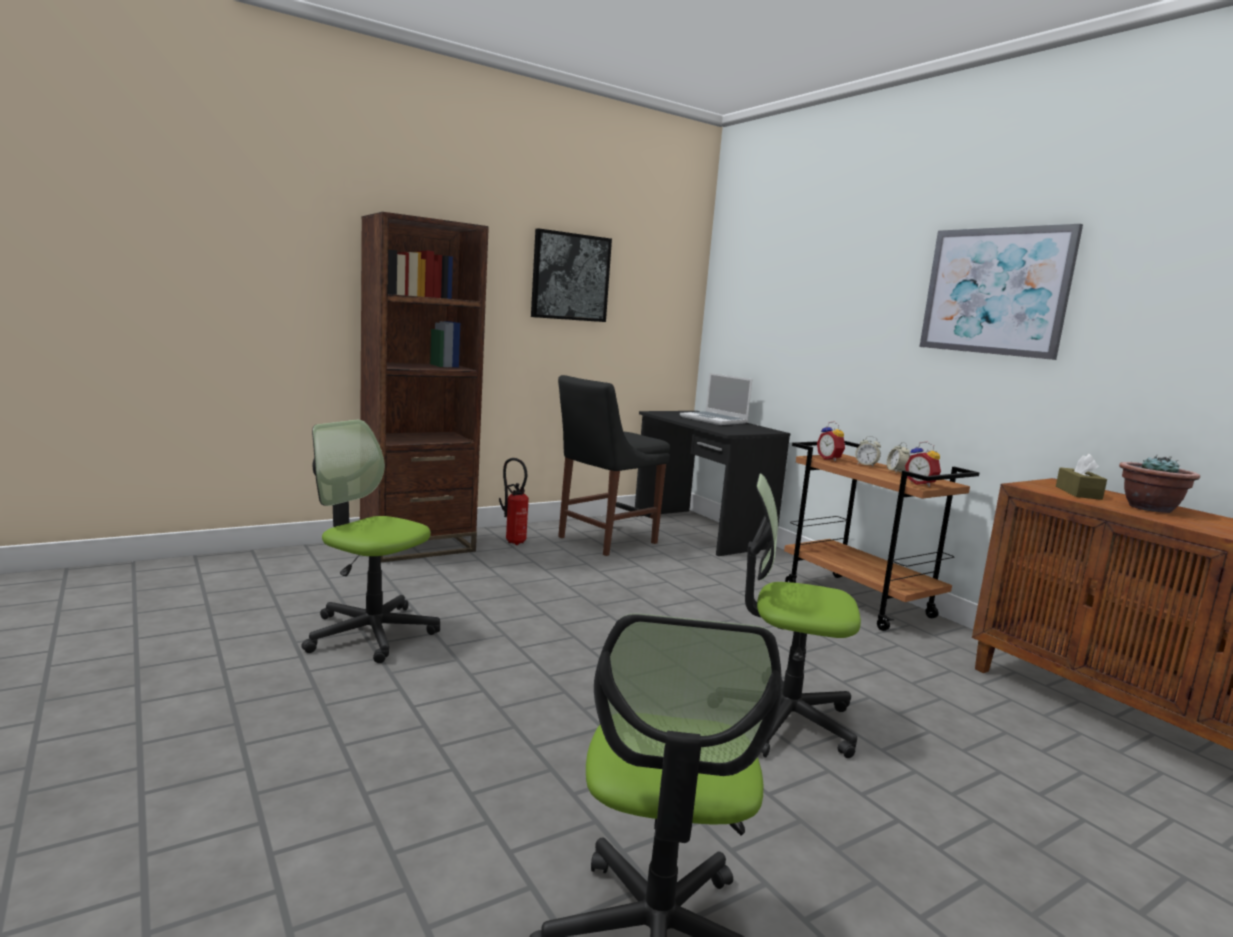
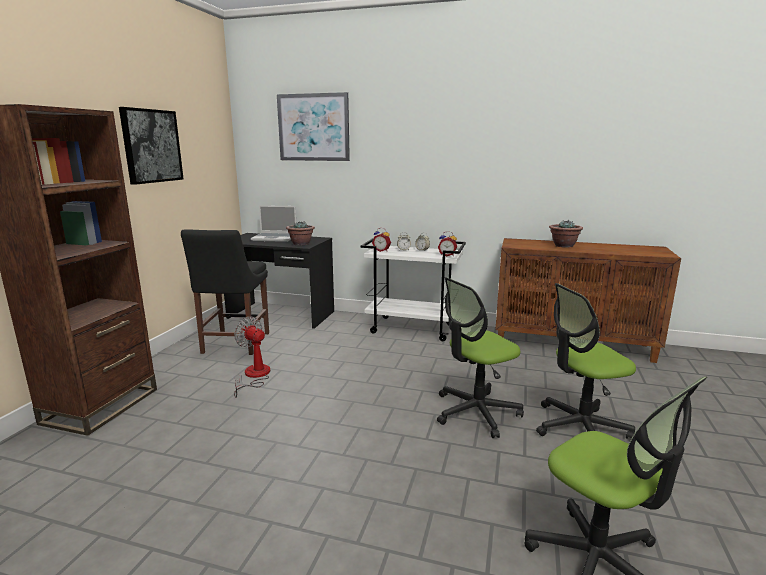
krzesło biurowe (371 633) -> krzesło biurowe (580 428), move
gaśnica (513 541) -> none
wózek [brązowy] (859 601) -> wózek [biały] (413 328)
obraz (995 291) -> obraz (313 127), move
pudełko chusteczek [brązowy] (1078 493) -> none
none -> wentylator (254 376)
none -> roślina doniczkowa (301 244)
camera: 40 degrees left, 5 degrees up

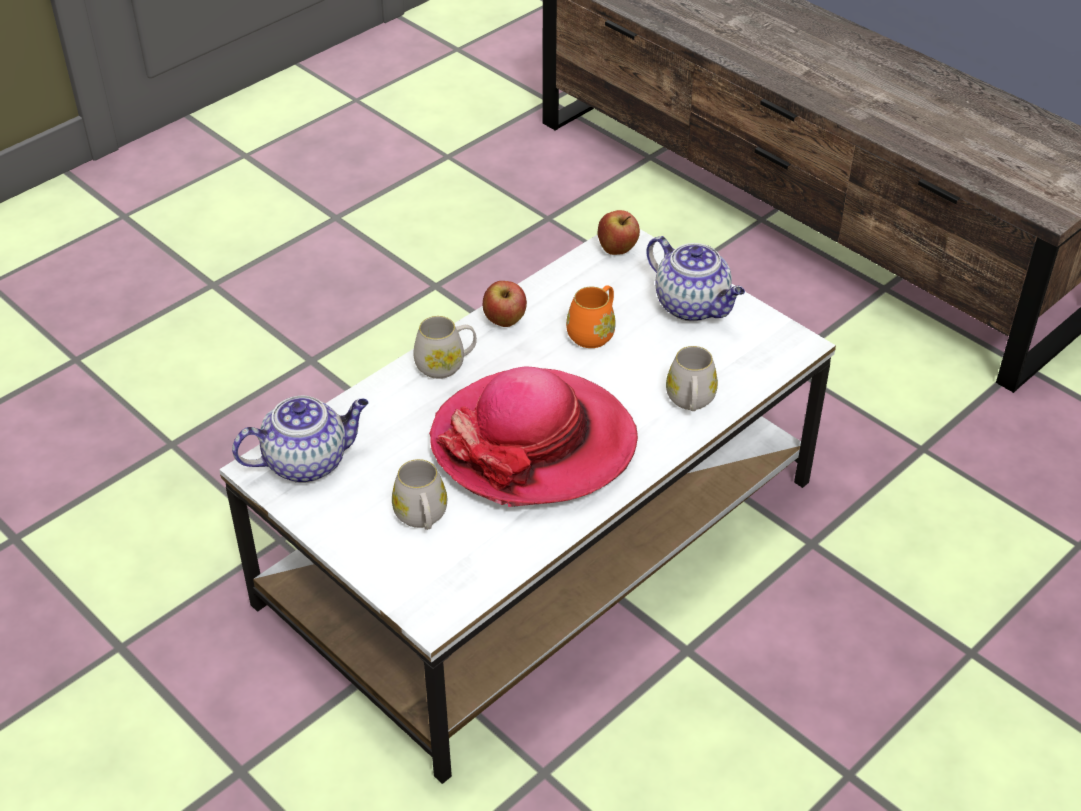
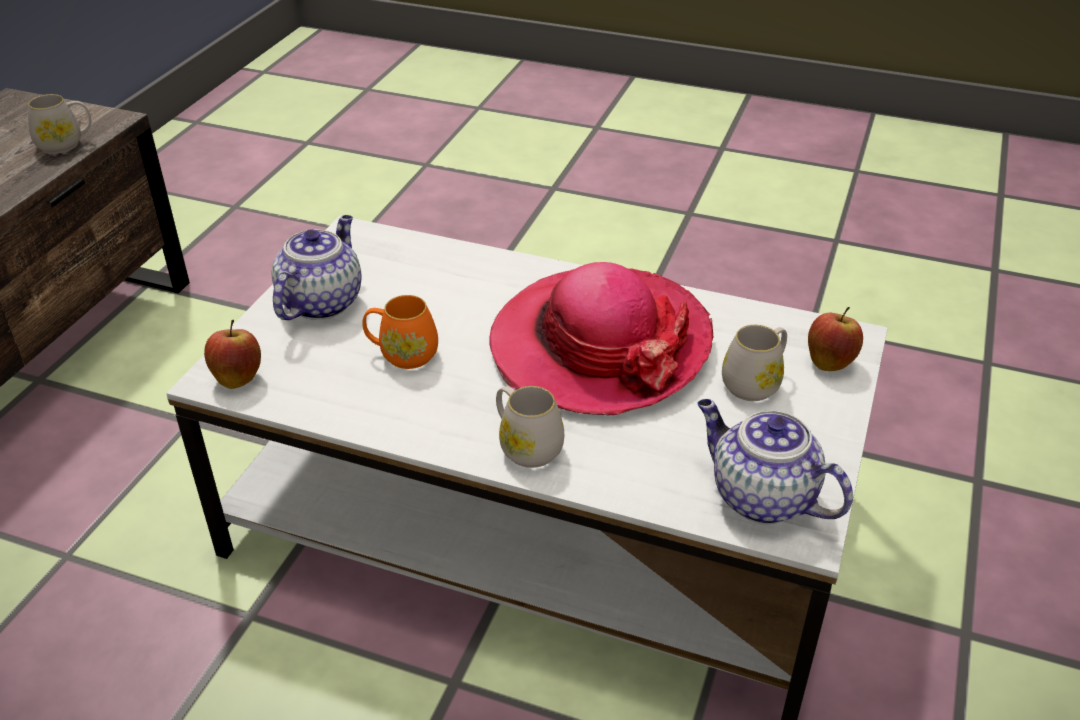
jabłko (505 322) -> jabłko (830 362), move
kubek [biały] (690 401) -> kubek [biały] (66 144), move
camera: 115 degrees left, 5 degrees down

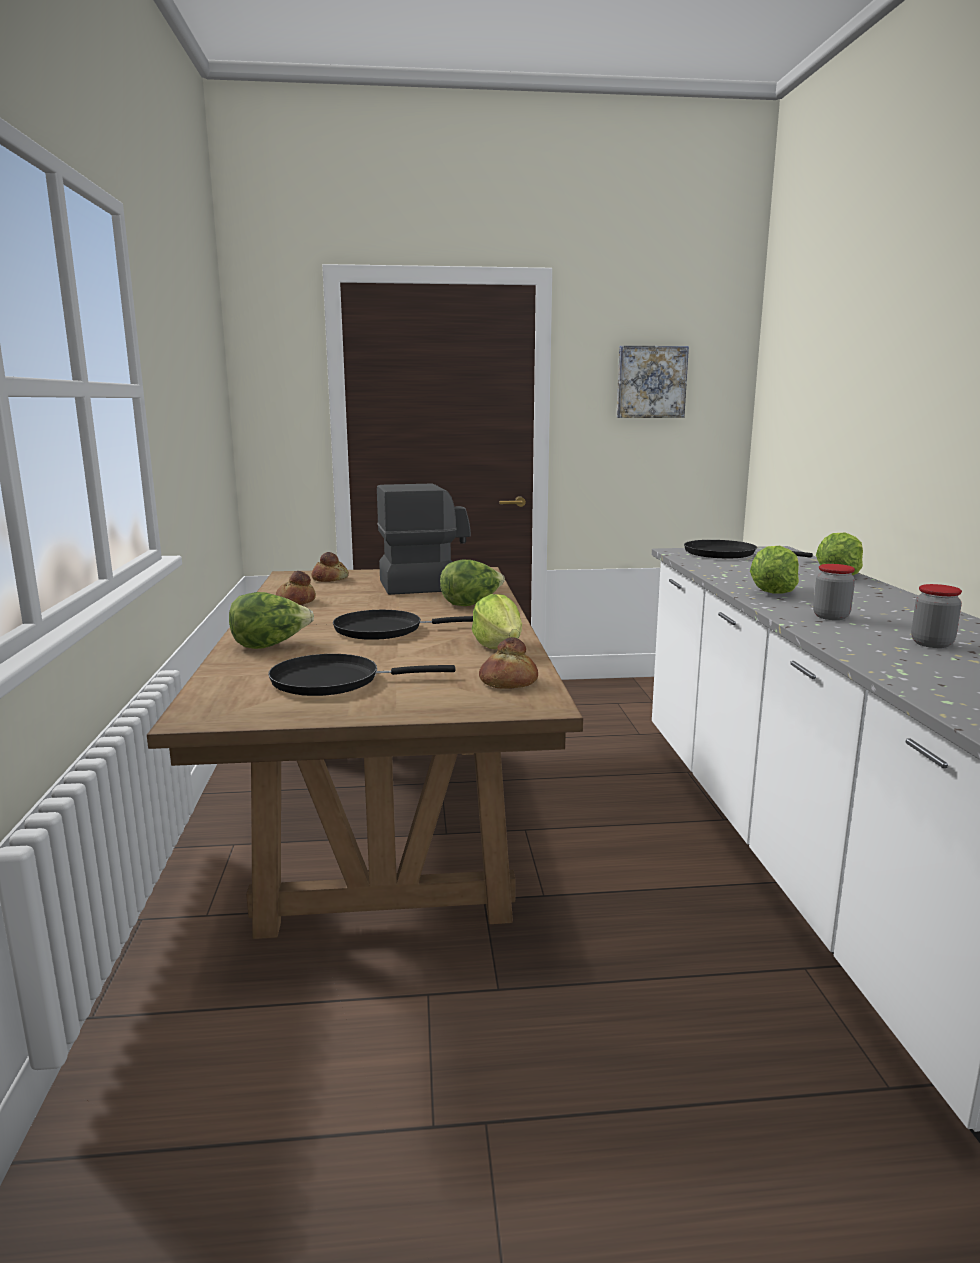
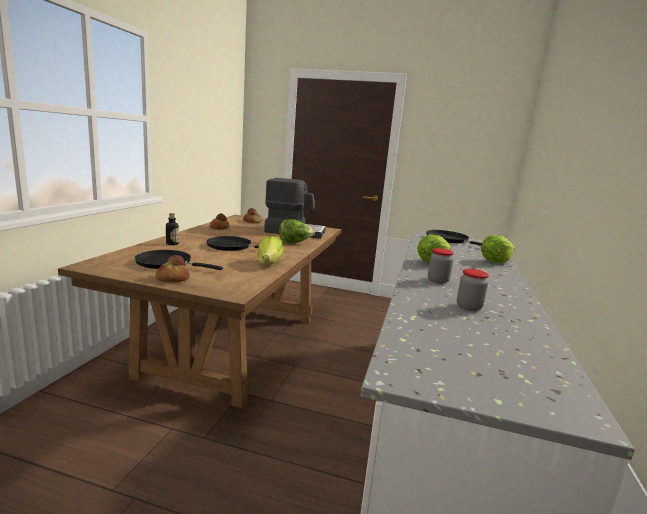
sałata (270 645) -> butelka (172 244)
chleb (508 682) -> chleb (172 279), move
obraz (650 382) -> none
camera: 20 degrees right, 0 degrees up

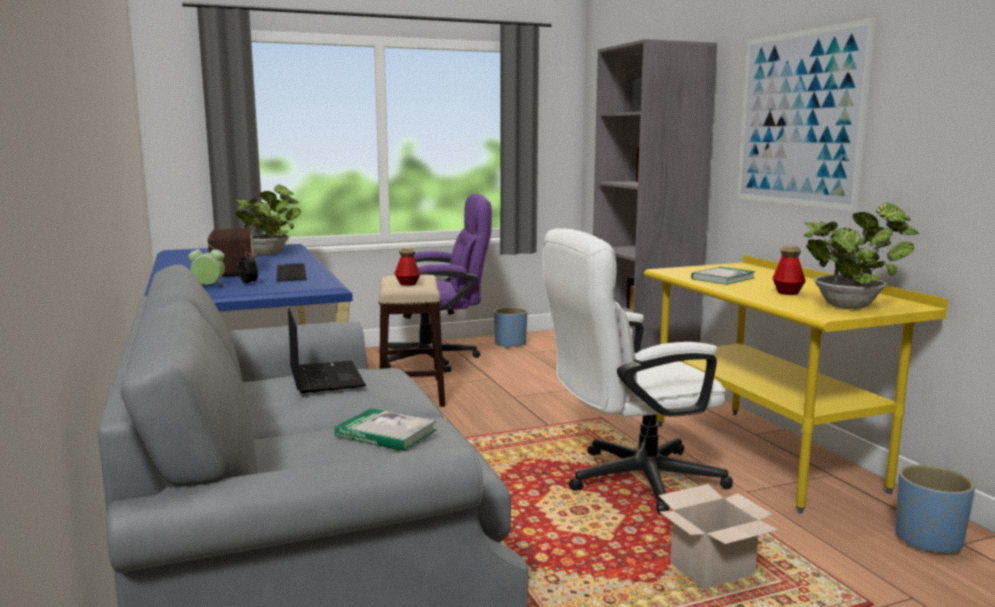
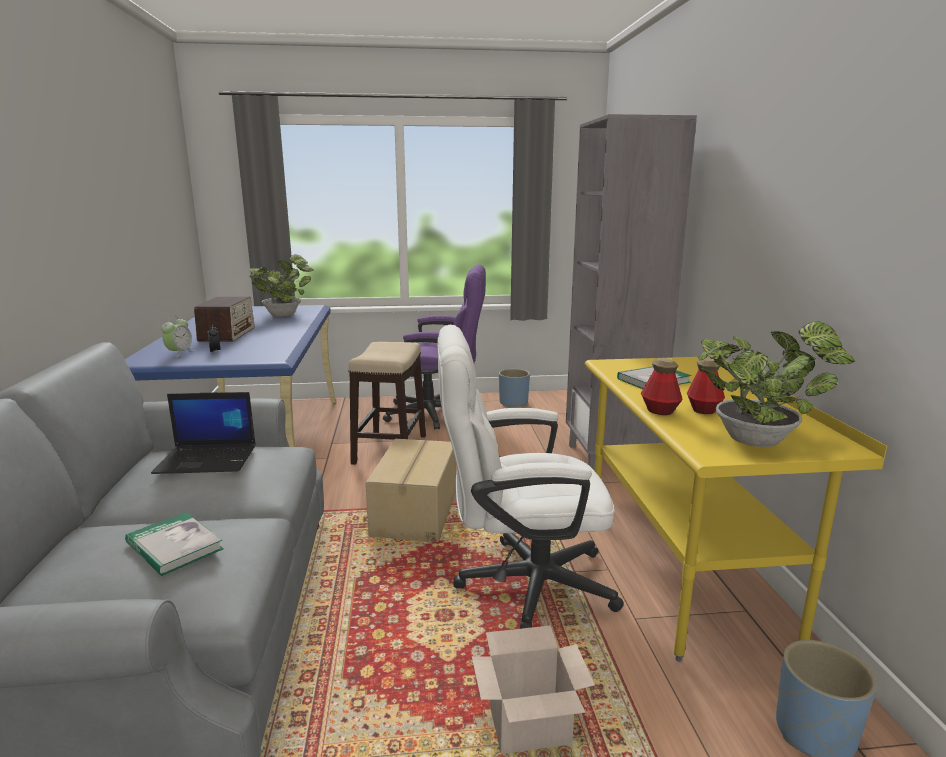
budzik (209 286) -> budzik (179 353), 90 degrees clockwise
klawiatura (289 272) -> none
laptop (324 377) -> laptop (208 459), 90 degrees clockwise
butelka (407 284) -> butelka (659 411), move
obraz (799 119) -> none
none -> karton (417 512)
camera: 15 degrees right, 5 degrees up

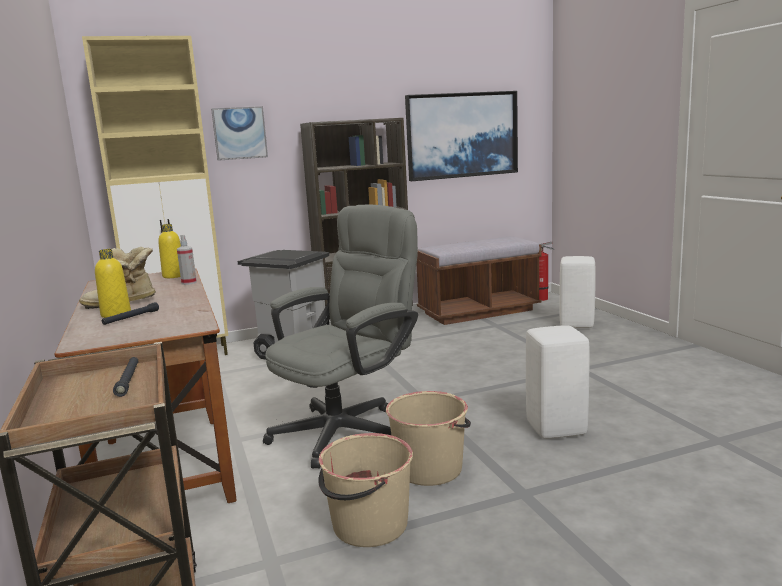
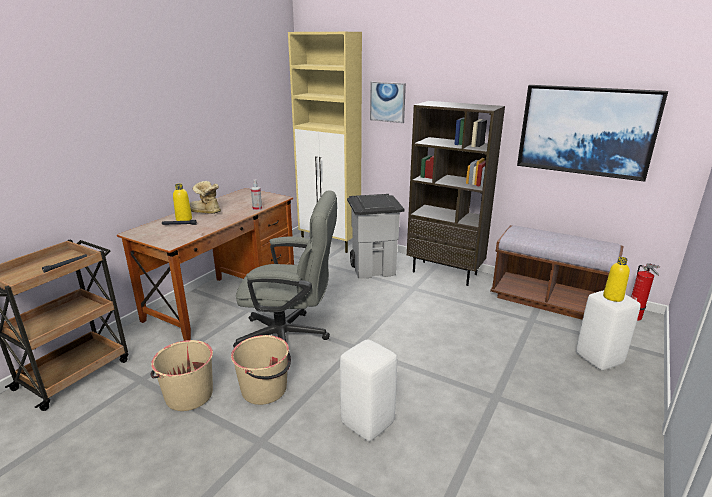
butelka [żółty] (174 276) -> butelka [żółty] (613 297), move
camera: 50 degrees right, 10 degrees up

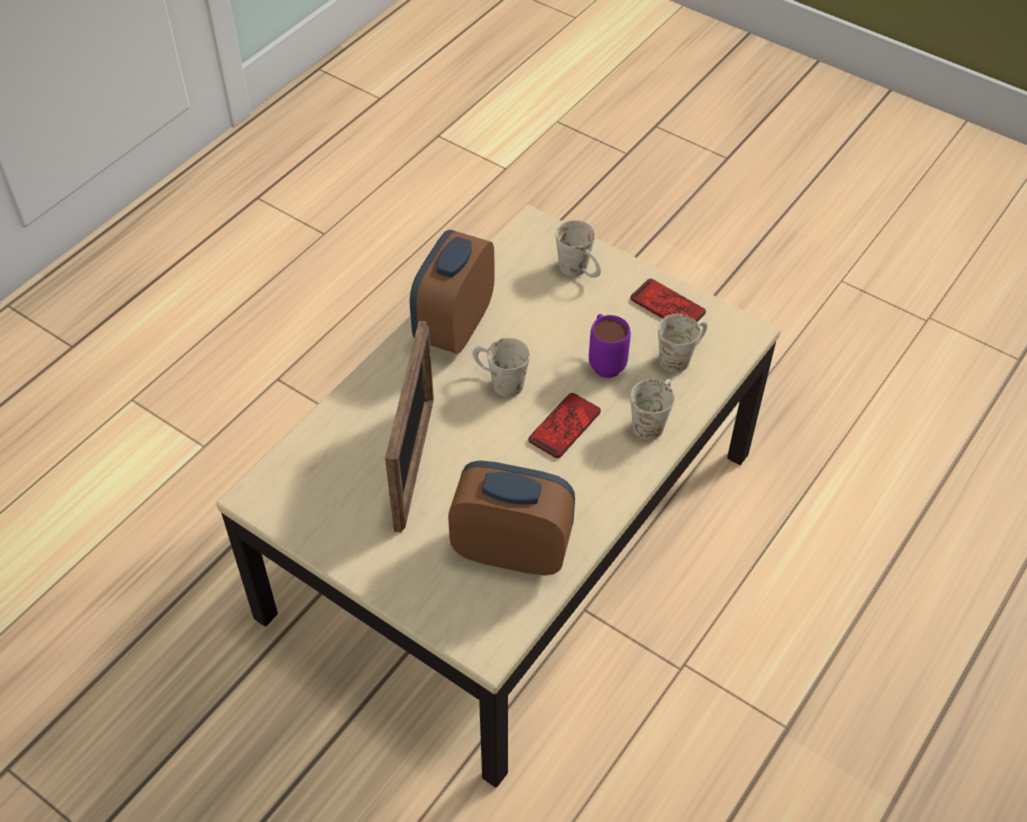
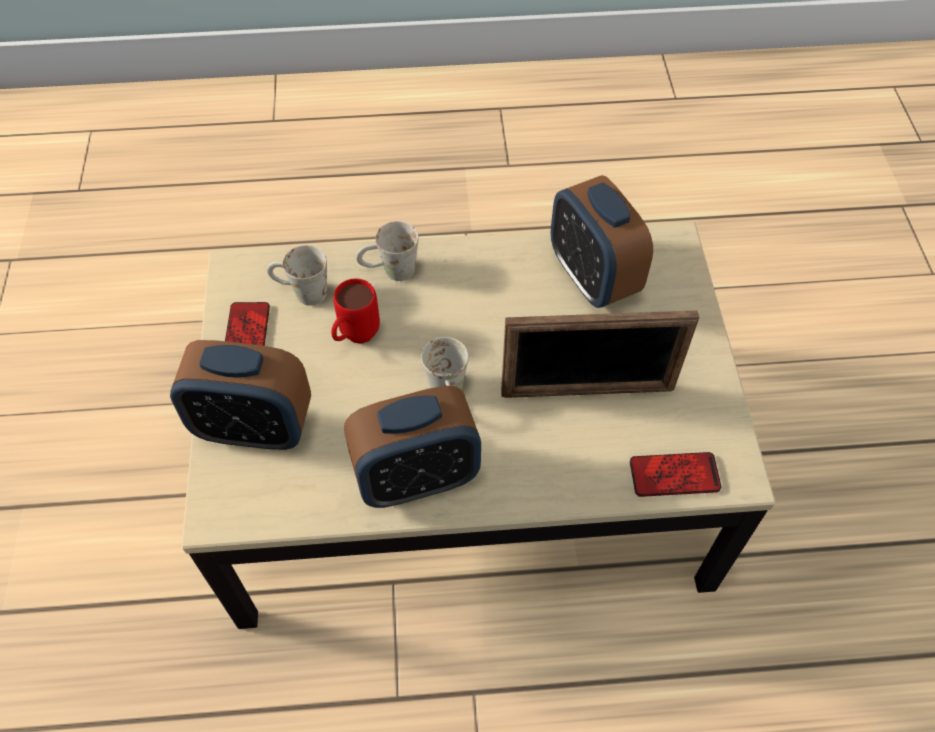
ramka na zdjęcie (414 462) -> ramka na zdjęcie (587 391), 150 degrees counterclockwise
telefon (564 426) -> telefon (674 475), move
kubek [biały] (580 272) -> budzik (254 428)
kubek [fioletowy] (604 362) -> kubek [czerwony] (355 338)
camera: 130 degrees left, 5 degrees up

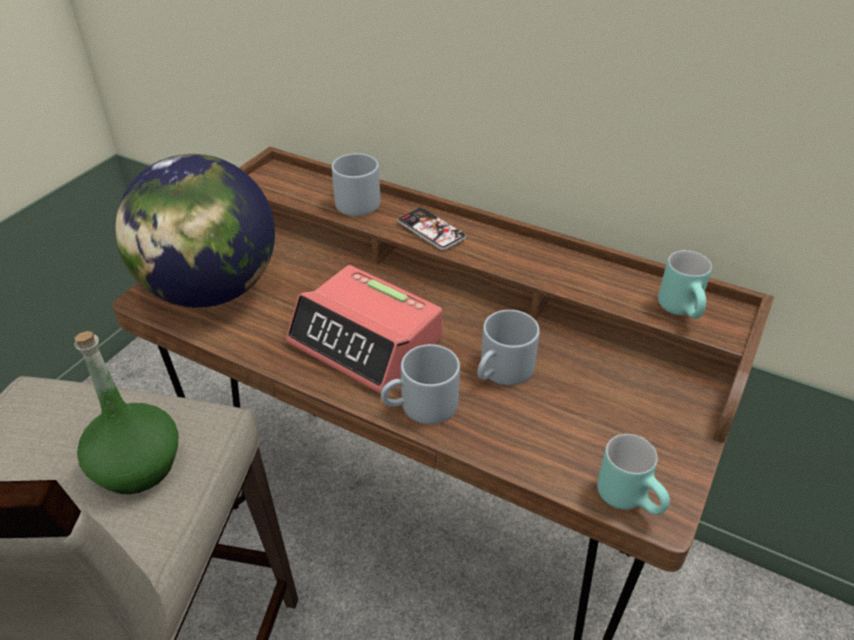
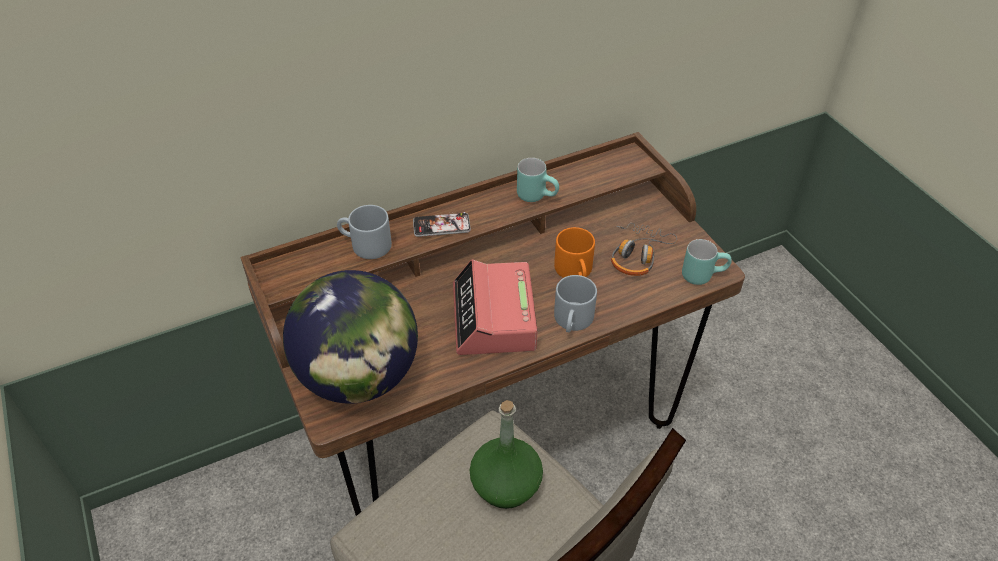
budzik (366 341) -> budzik (494 318), 105 degrees clockwise
kubek [szary] (502 372) -> kubek [pomarańczowy] (576 271)
kubek [turkusowy] (684 311) -> kubek [turkusowy] (538 195), move
none -> słuchawki (638 255)
camera: 55 degrees left, 5 degrees up

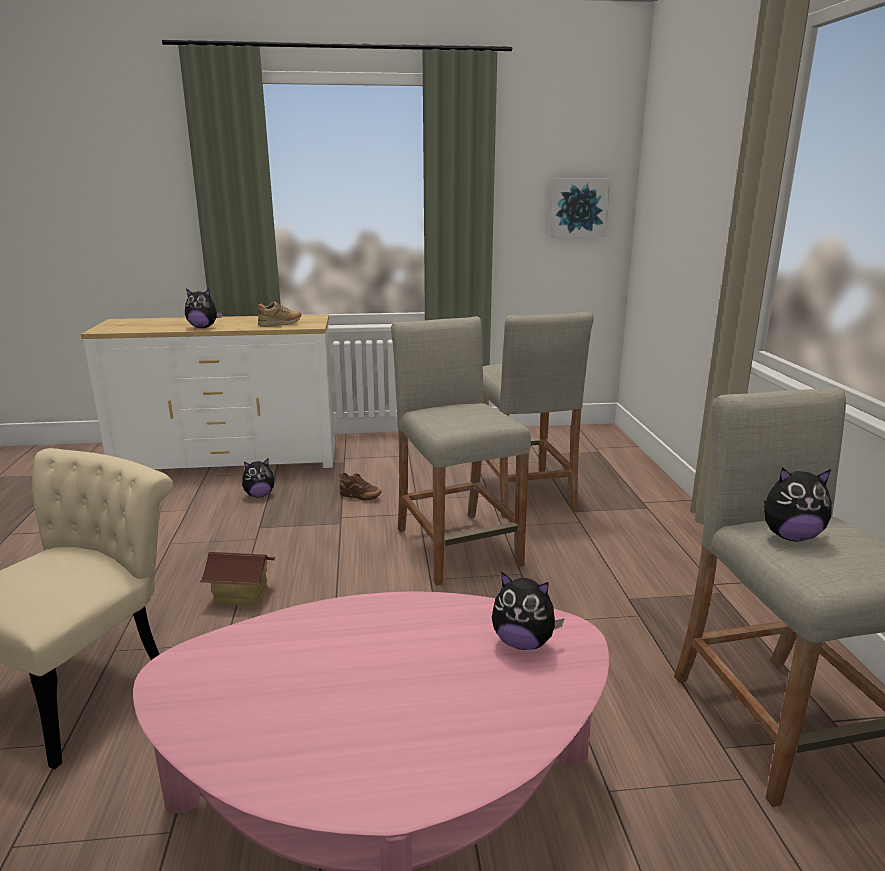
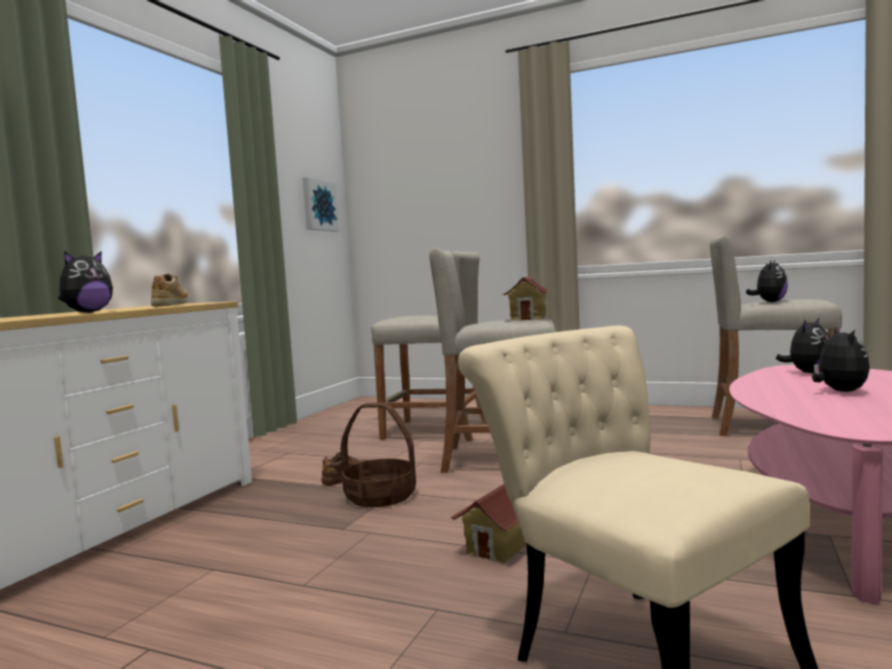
pluszak (259 495) -> pluszak (839 391), move
none -> koszyk (380 496)
none -> domek (528 318)
camera: 60 degrees left, 15 degrees down

